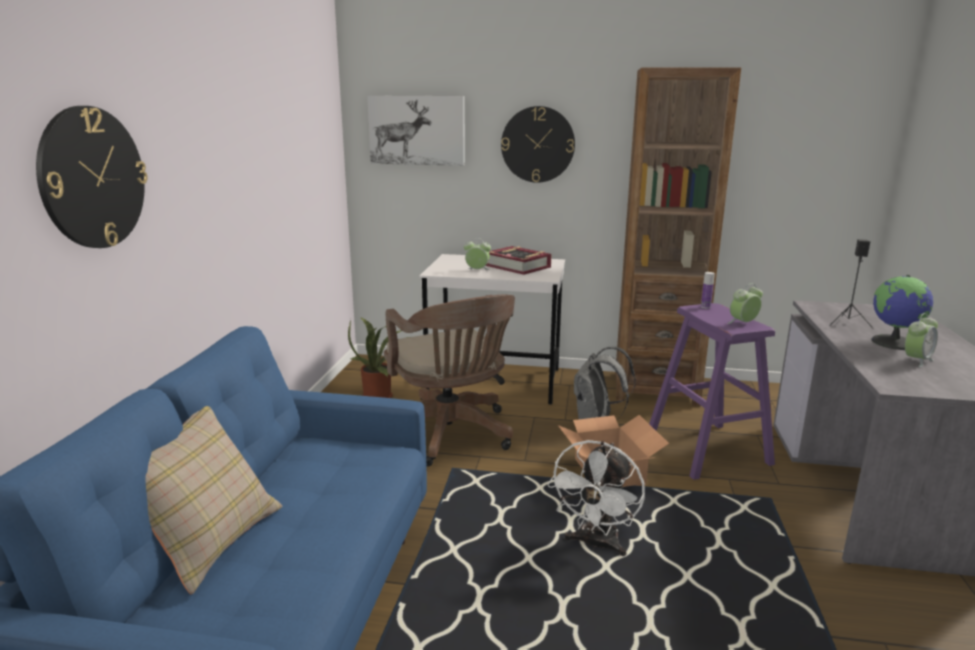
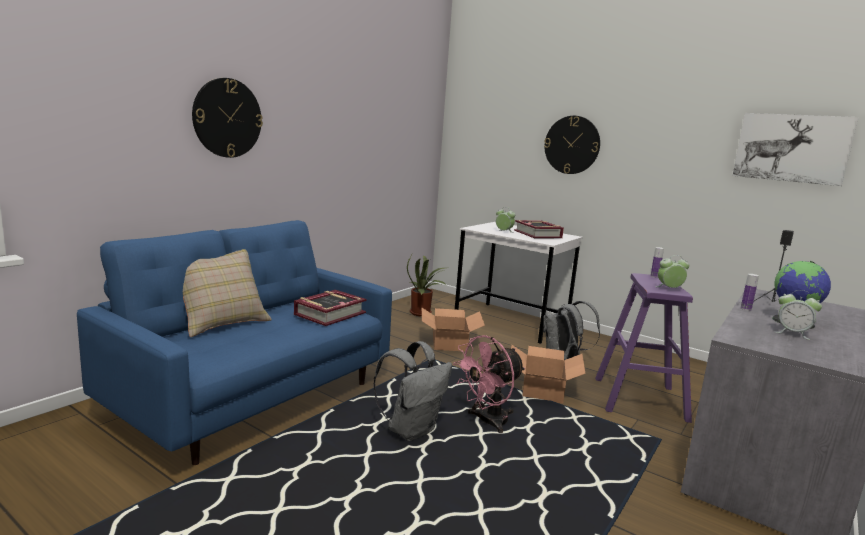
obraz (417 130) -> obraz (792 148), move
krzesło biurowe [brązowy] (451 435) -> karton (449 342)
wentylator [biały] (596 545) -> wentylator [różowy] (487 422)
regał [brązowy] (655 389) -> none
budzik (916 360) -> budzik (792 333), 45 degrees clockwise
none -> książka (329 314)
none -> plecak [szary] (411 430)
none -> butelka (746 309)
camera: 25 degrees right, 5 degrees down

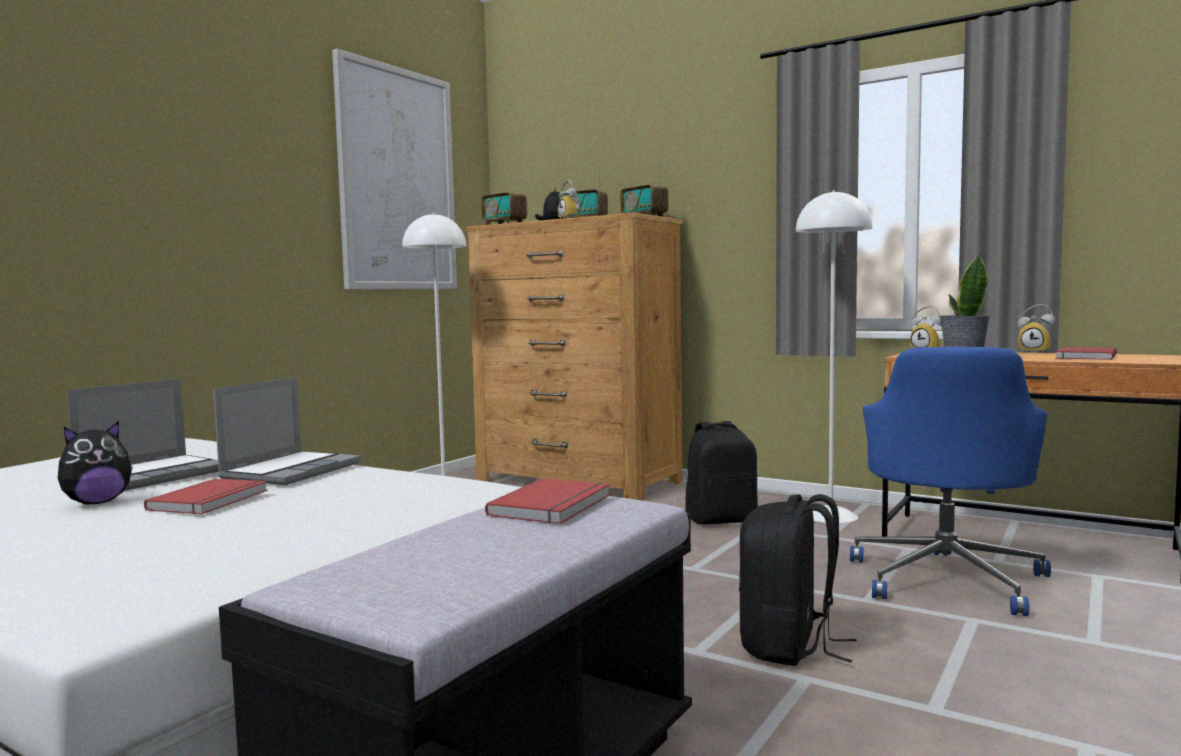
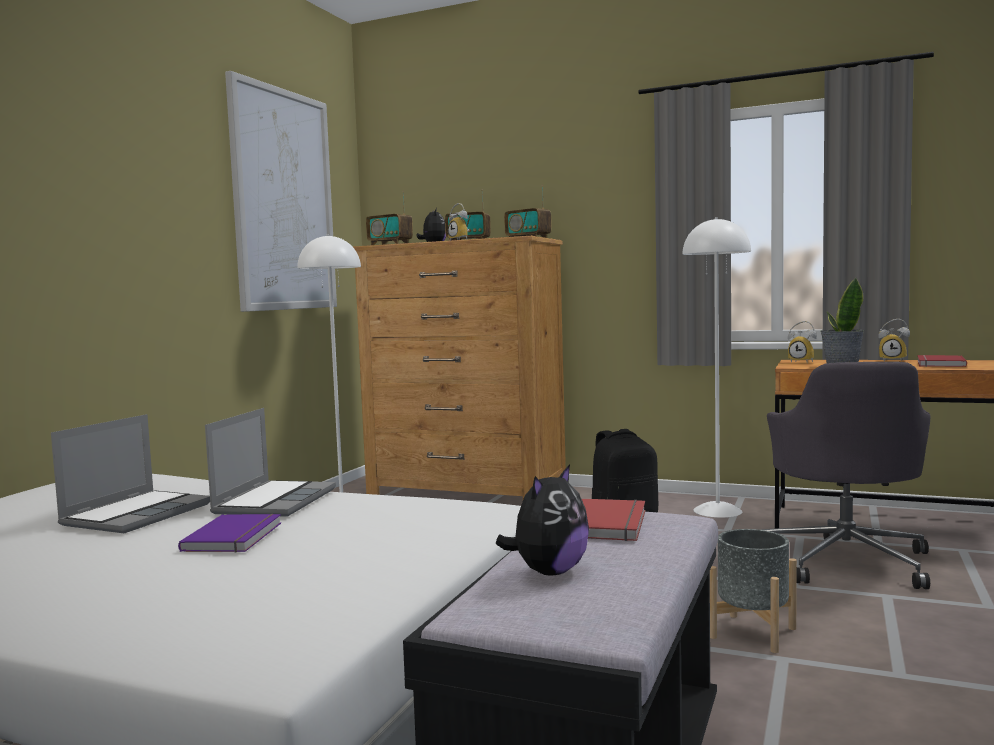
pluszak (97 503) -> pluszak (548 572), move
książka [czerwony] (212 500) -> książka [fioletowy] (236 537)
plecak [czarny] (789 647) -> donica [szary] (753 632)
krzesło biurowe [niebieski] (947 578) -> krzesło biurowe [szary] (847 561)
camera: 10 degrees left, 0 degrees up

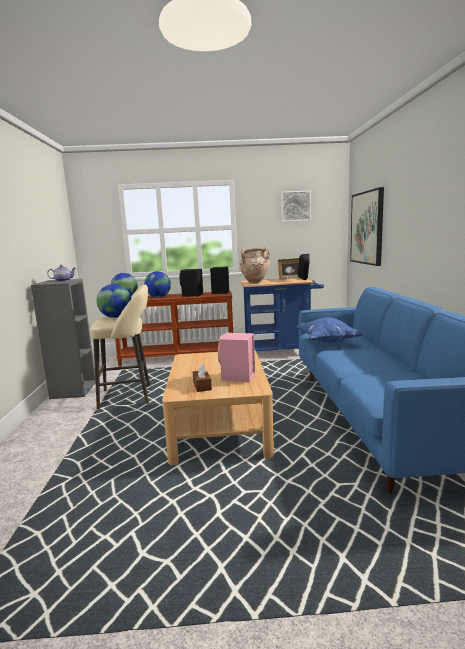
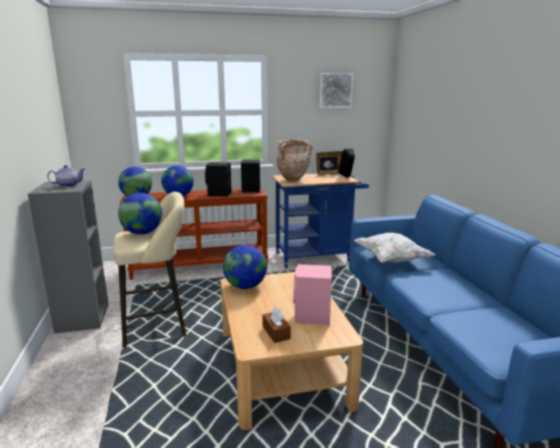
poduszka [niebieski] (327 341) -> poduszka [biały] (391 260)
obraz (367 228) -> none
none -> globus (245 286)
camera: 10 degrees left, 5 degrees up

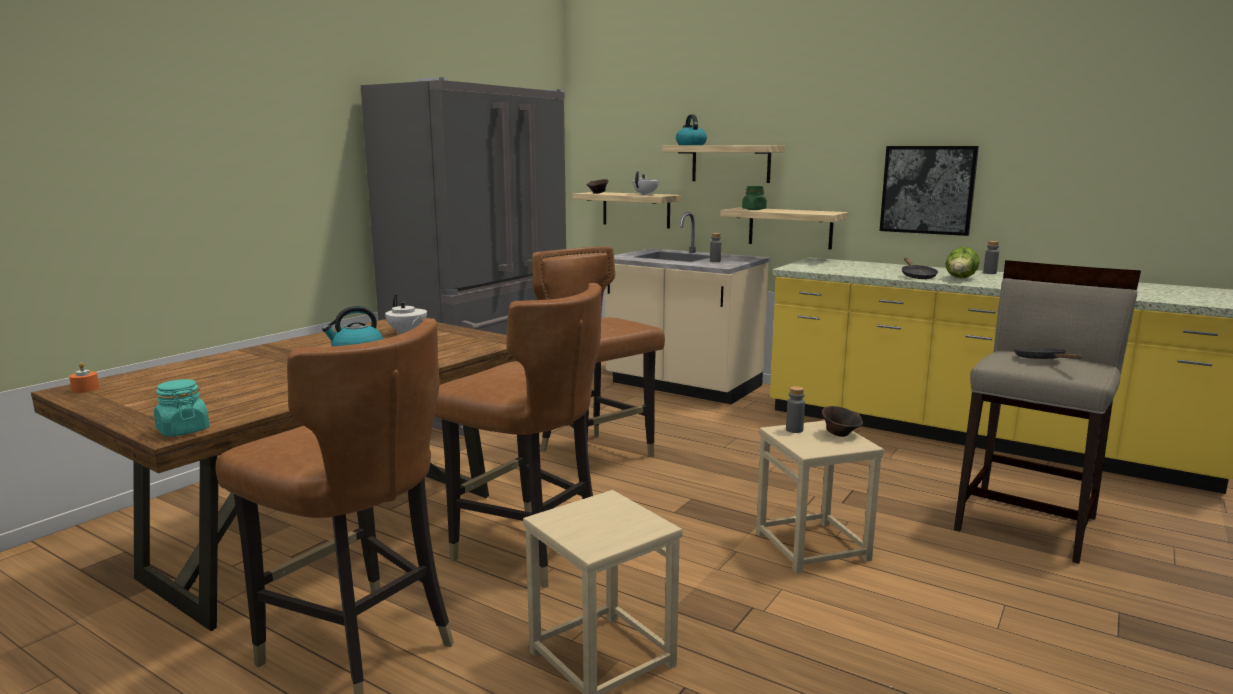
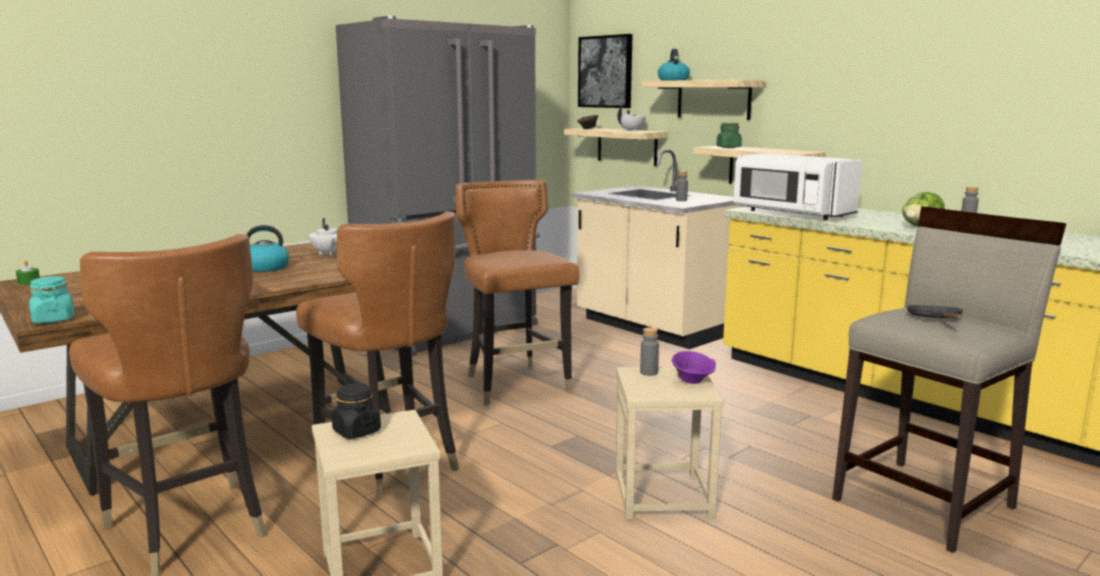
świeca [pomarańczowy] (85 389) -> świeca [zielony] (29 282)
miska [brązowy] (840 434) -> miska [fioletowy] (692 381)
obraz (927 190) -> obraz (605 72), move
patelnia [czarny] (917 276) -> none
none -> słoik [czarny] (356 431)
none -> mikrofalówka [biały] (790 213)
camera: 15 degrees right, 0 degrees up

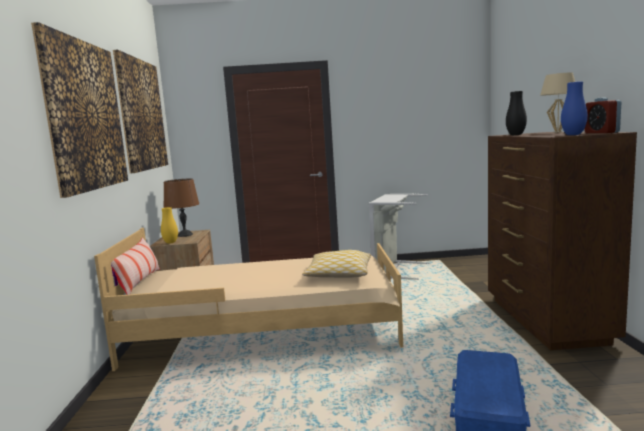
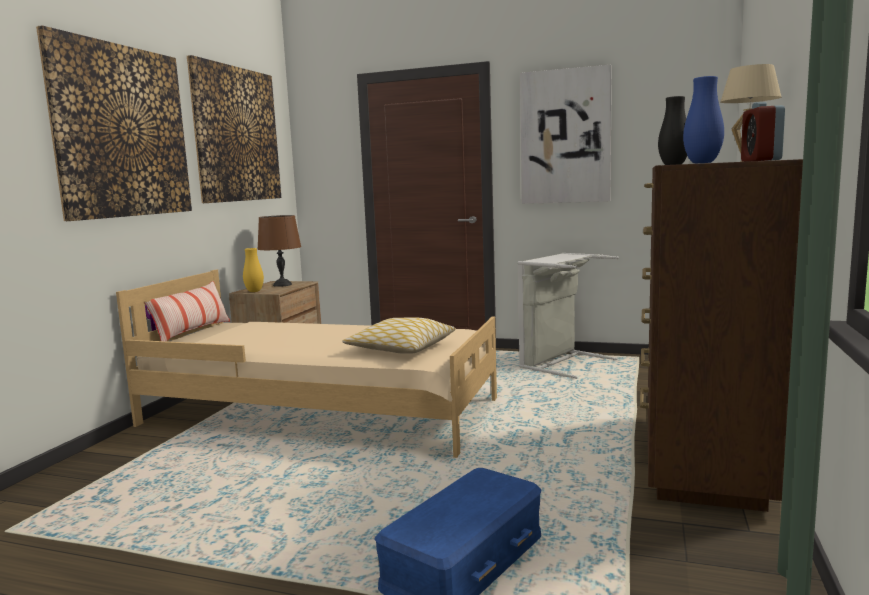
none -> obraz (565 137)
camera: 20 degrees right, 0 degrees up

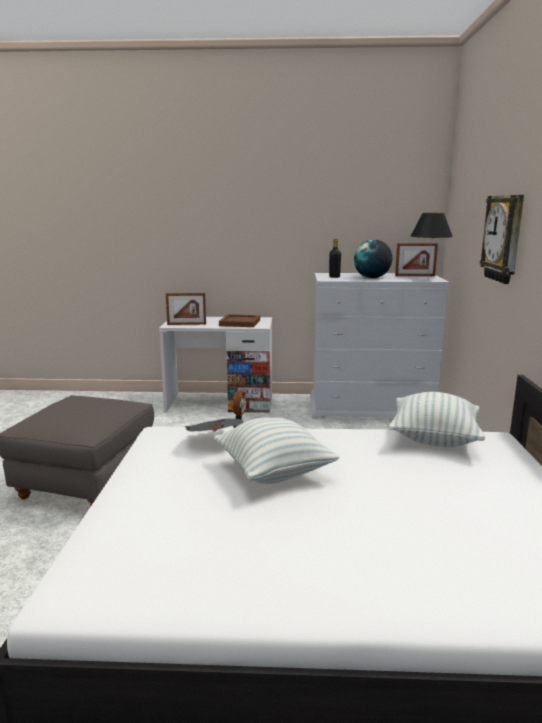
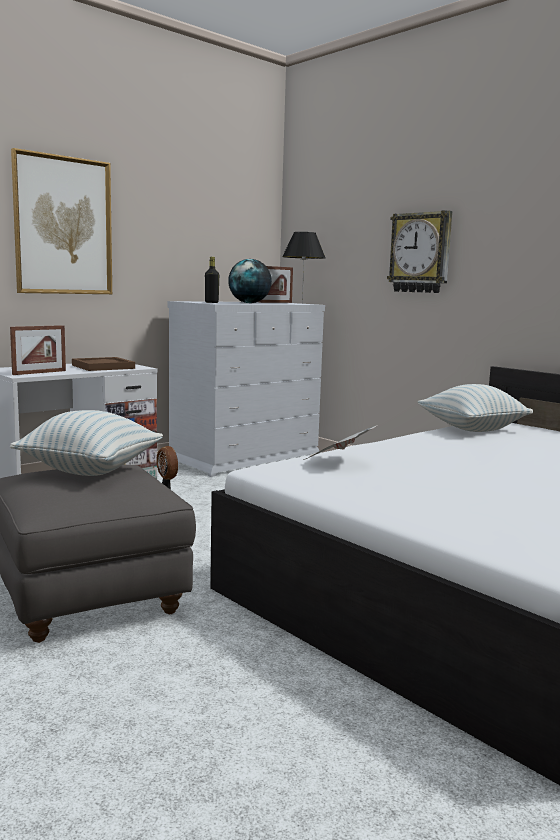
poduszka (274 472) -> poduszka (90 470), move
none -> obraz (63 226)
camera: 45 degrees left, 5 degrees down

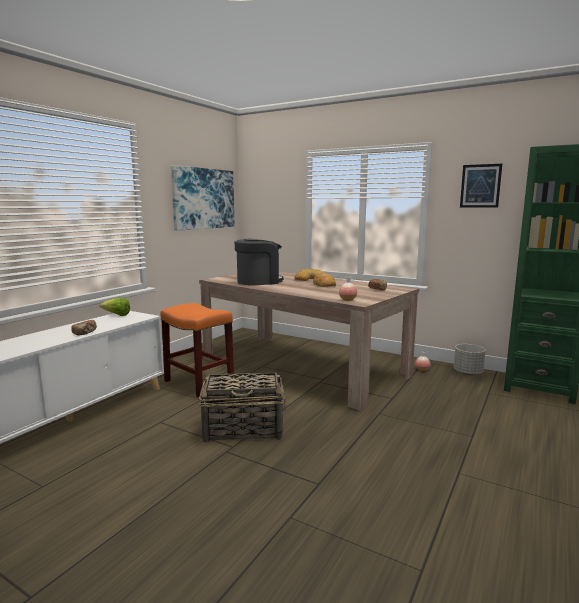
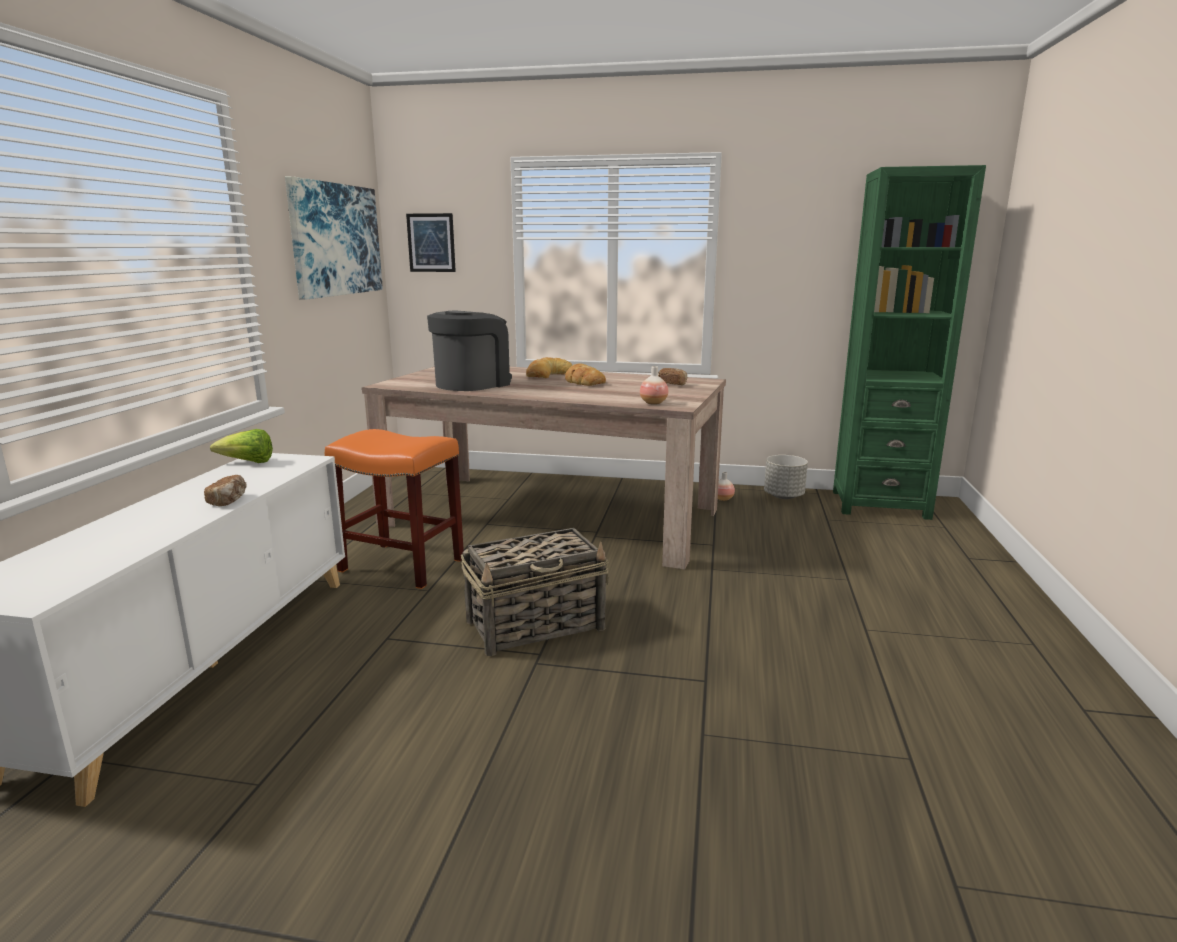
obraz (480 186) -> obraz (431 243), move
camera: 20 degrees left, 5 degrees up

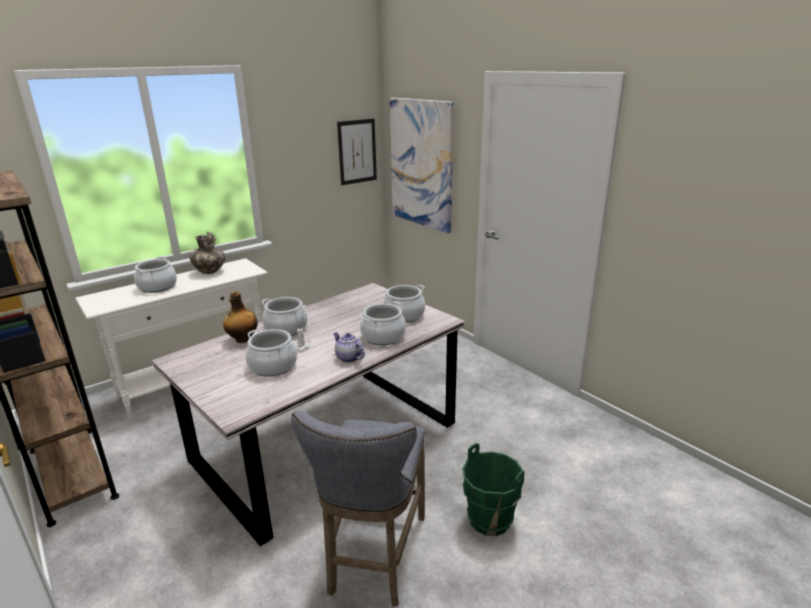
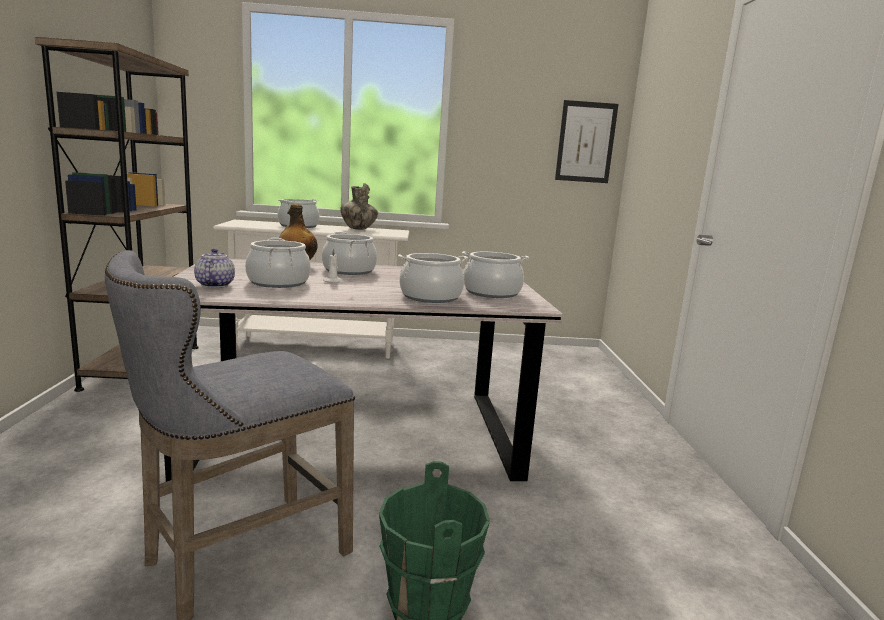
imbryk (348 358) -> imbryk (214 285), move
obraz (421 164) -> none
camera: 35 degrees right, 10 degrees down

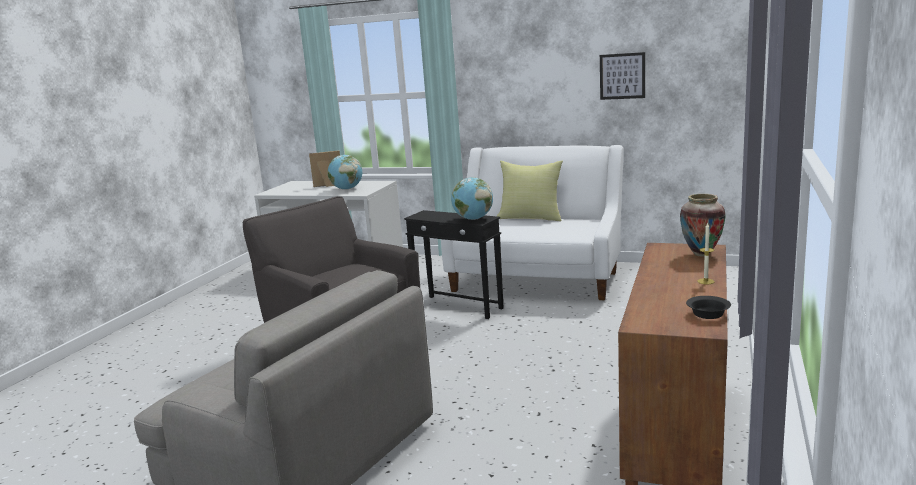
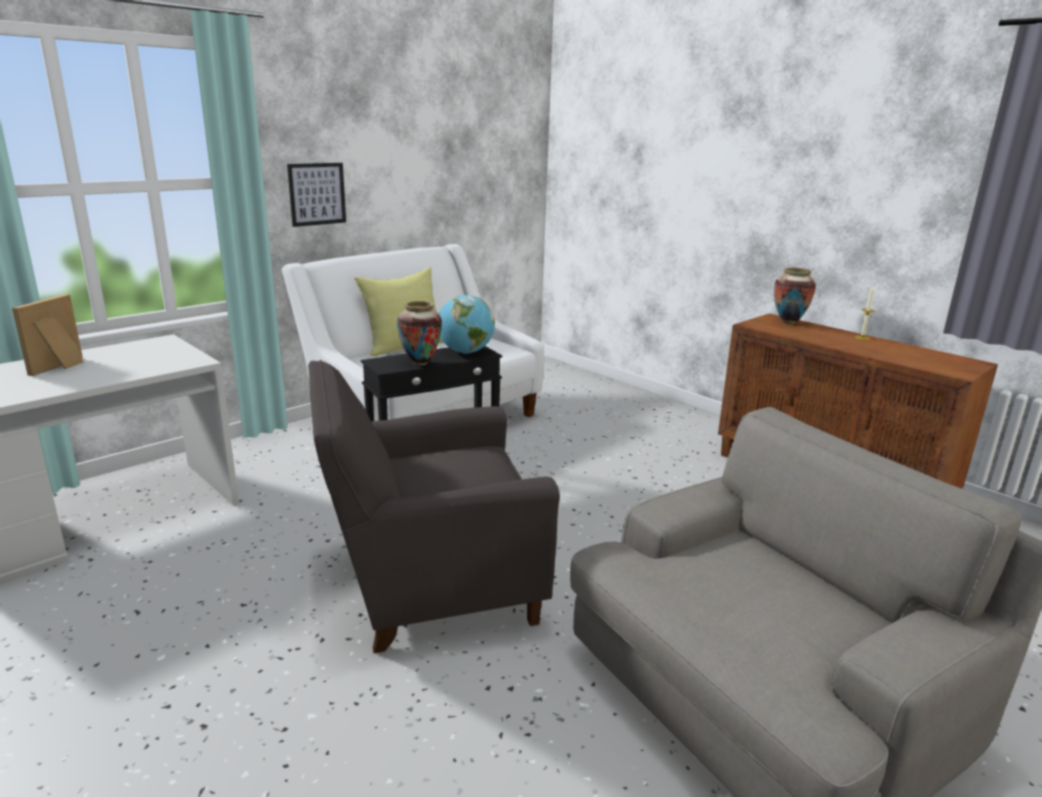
globus (347 189) -> none
obraz (622 76) -> obraz (317 194), move
miska [czarny] (707 315) -> none
none -> wazon (420 363)
camera: 65 degrees left, 5 degrees up

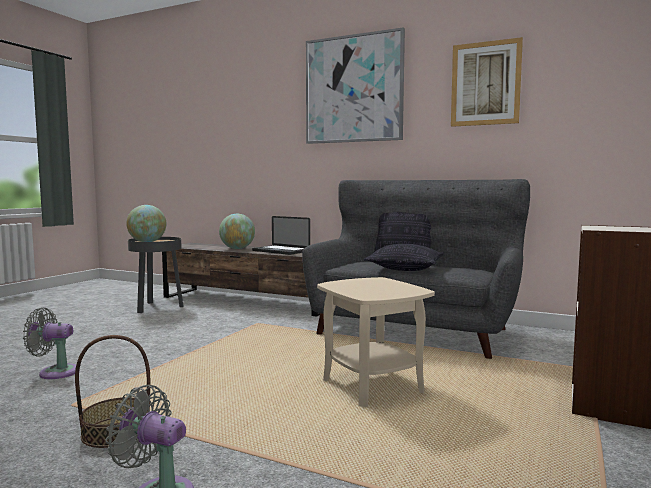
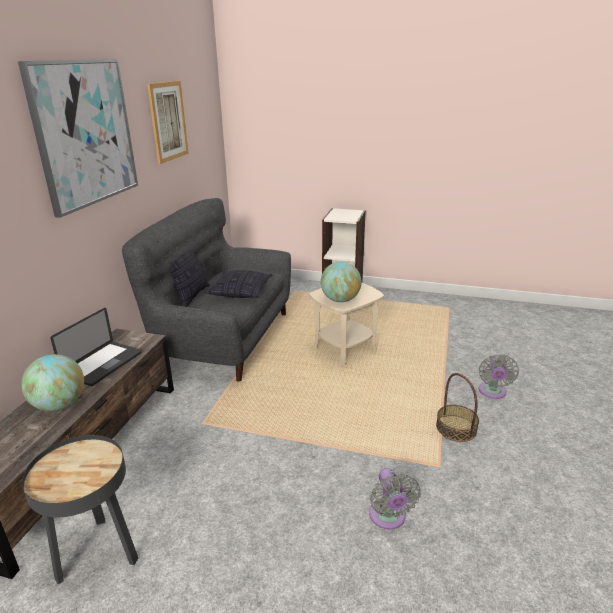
globus (147 242) -> globus (340 300), move
camera: 100 degrees left, 20 degrees up

